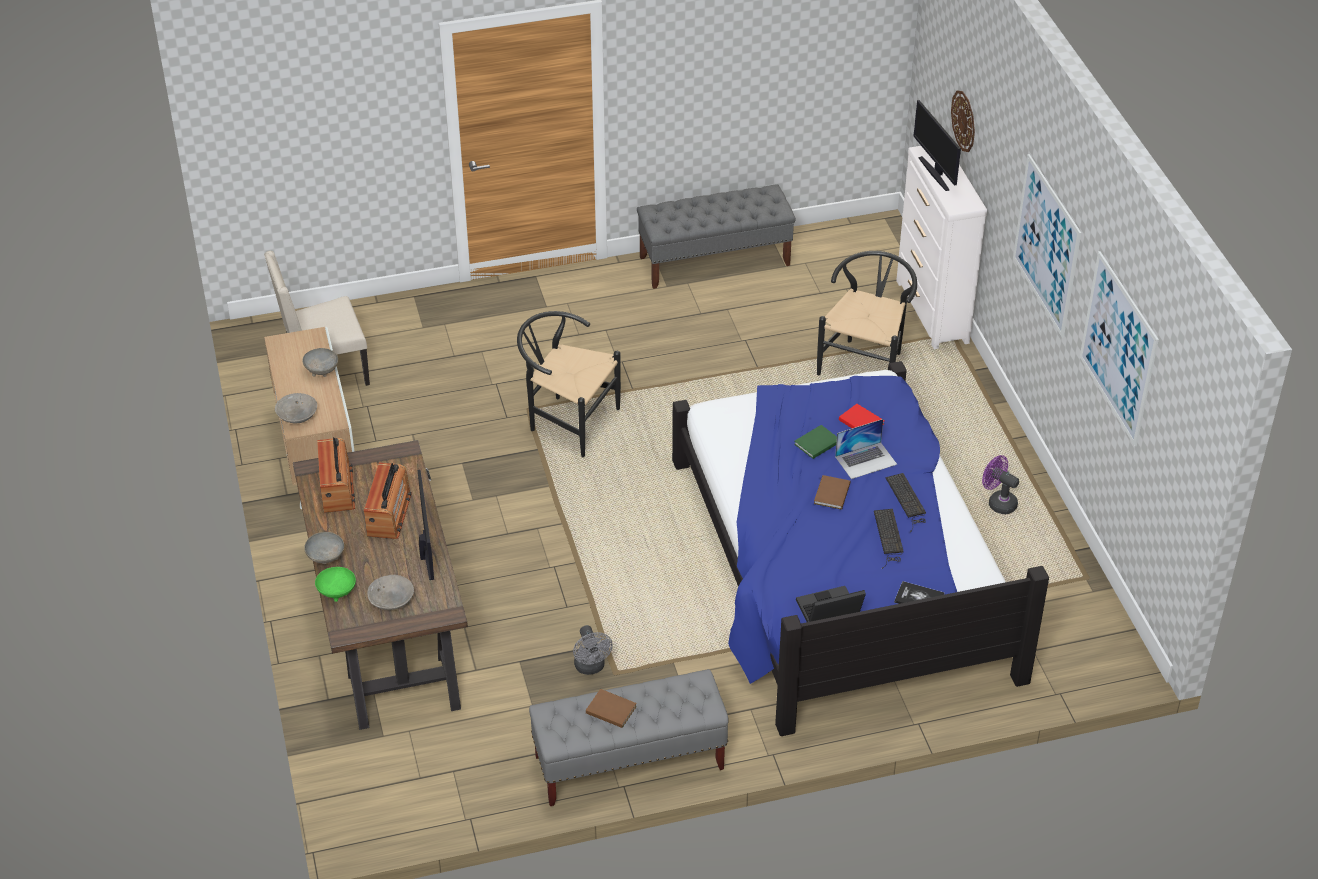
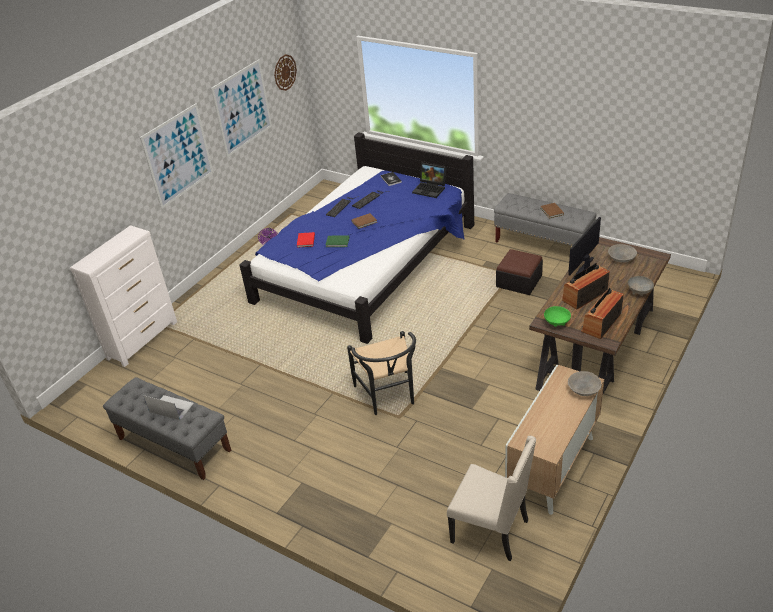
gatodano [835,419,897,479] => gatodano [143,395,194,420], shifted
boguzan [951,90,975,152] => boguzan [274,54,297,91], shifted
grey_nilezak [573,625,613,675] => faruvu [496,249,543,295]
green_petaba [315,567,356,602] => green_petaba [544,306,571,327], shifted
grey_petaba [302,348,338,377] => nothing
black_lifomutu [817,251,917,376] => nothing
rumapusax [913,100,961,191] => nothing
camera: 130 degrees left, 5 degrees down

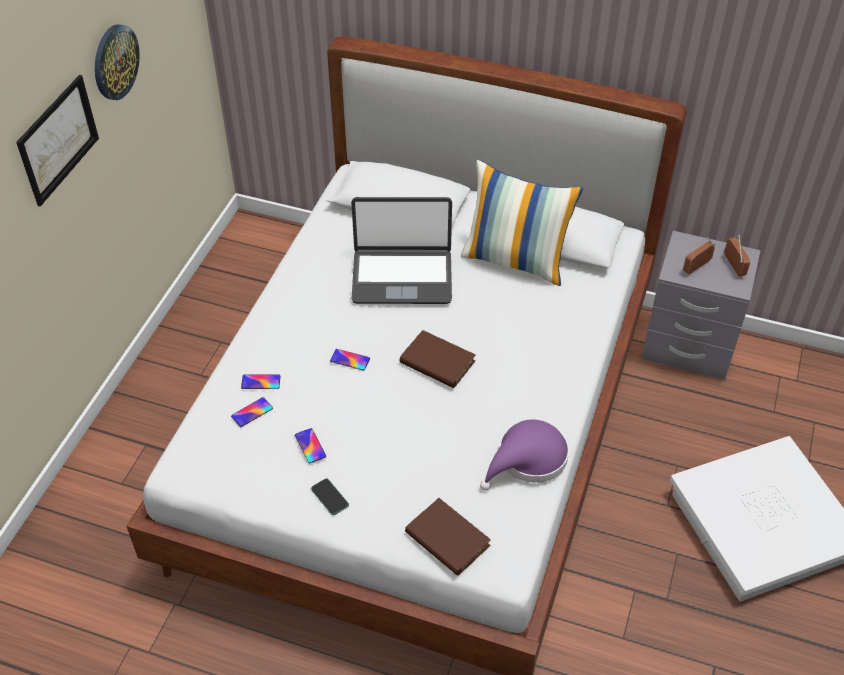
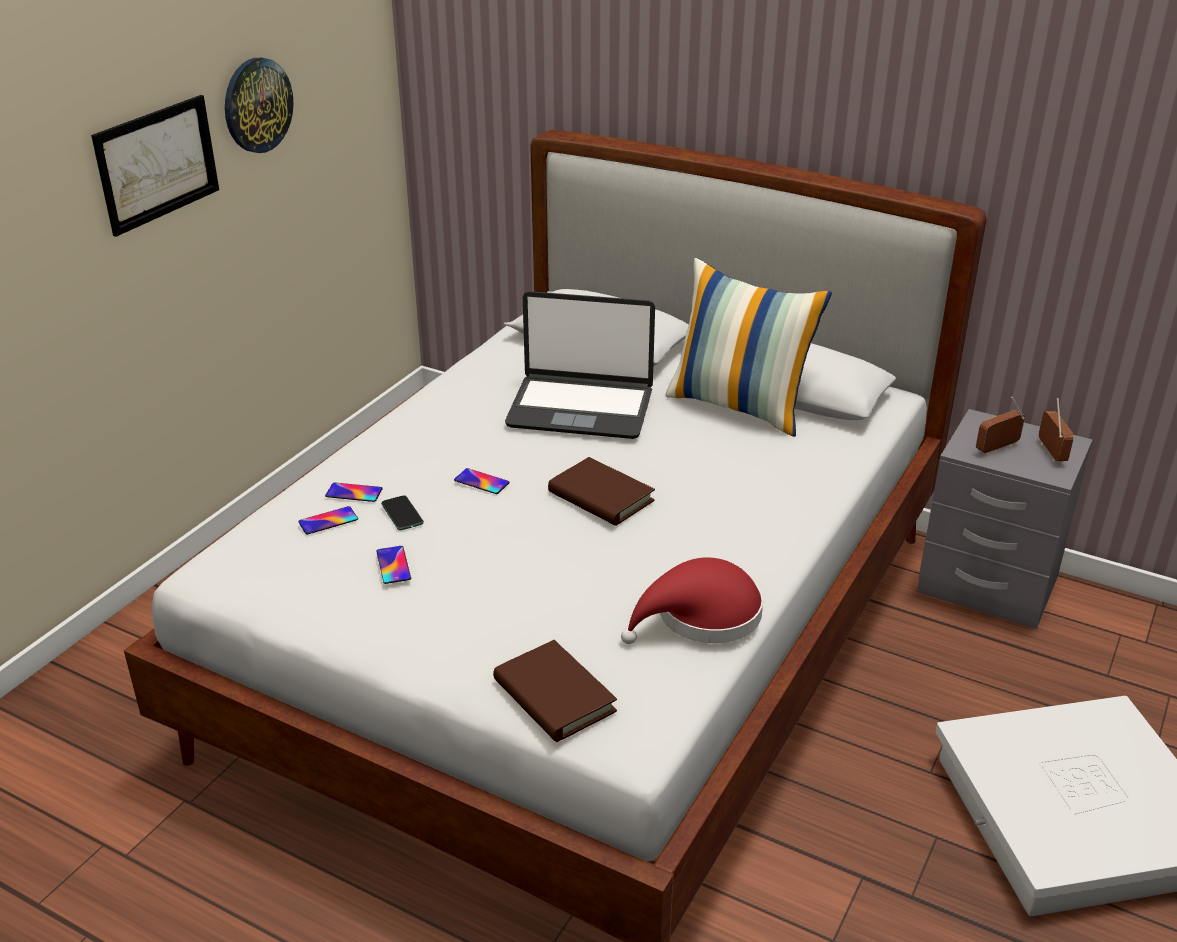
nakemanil [311,479,349,515] => nakemanil [381,495,424,530], shifted
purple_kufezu [480,419,569,491] => red_kufezu [621,557,763,644]
camera: 10 degrees right, 15 degrees down

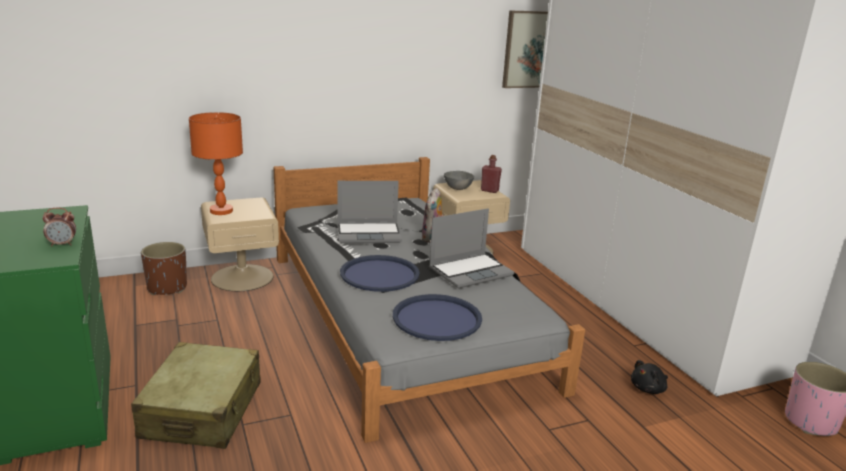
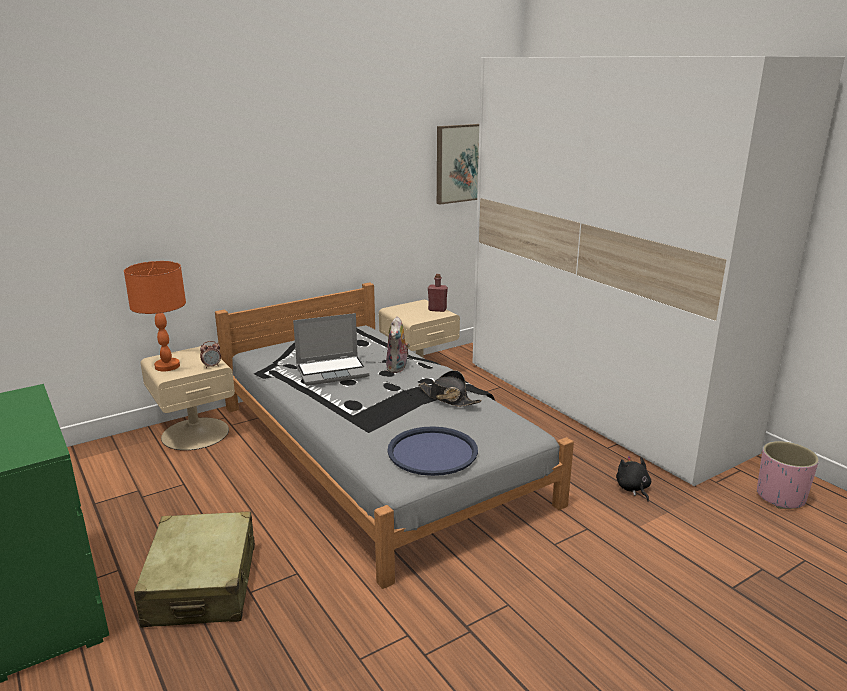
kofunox [42,208,76,246] => kofunox [200,341,221,368], shifted
gatodano [429,208,514,289] => black_kufezu [419,370,482,407]
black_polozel [631,360,668,394] => black_polozel [616,456,651,502], 120 degrees clockwise
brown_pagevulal [141,242,187,295] => nothing
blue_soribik [340,255,420,292] => nothing
grey_petaba [444,171,474,190] => nothing
camera: 10 degrees left, 0 degrees up

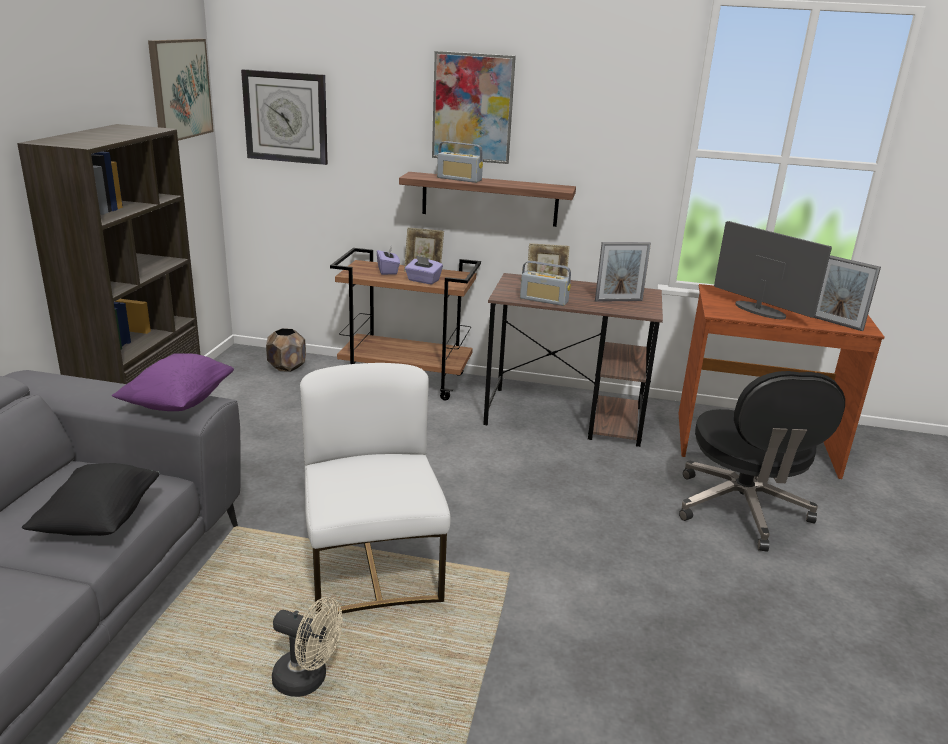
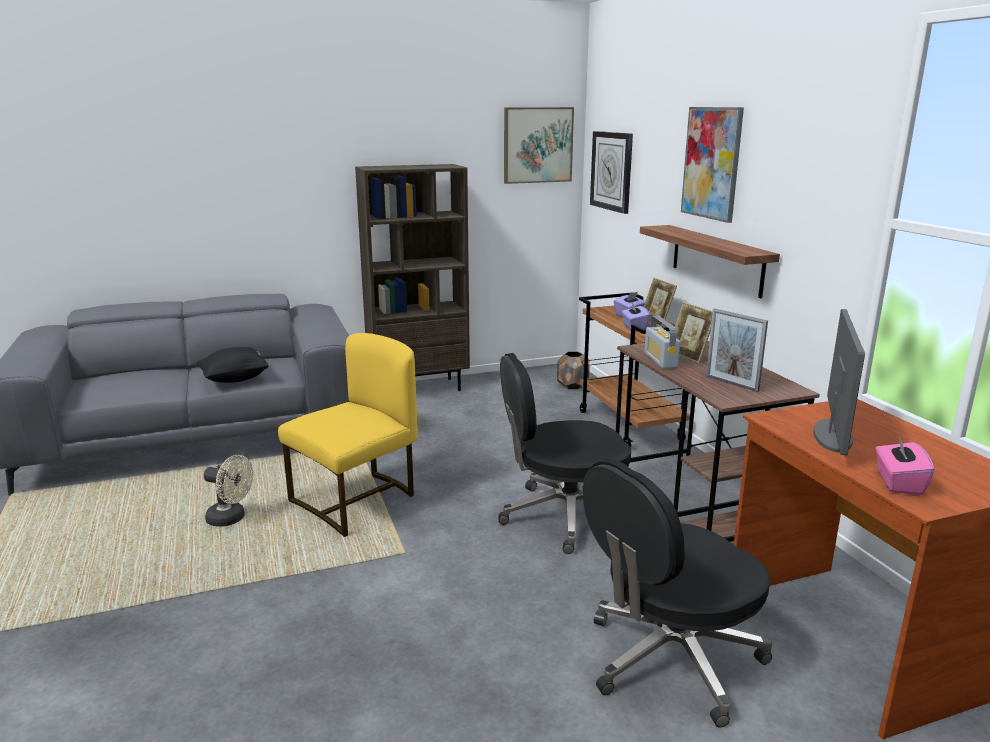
beige_nilezak [272,597,343,697] => beige_nilezak [204,455,253,527], 60 degrees counterclockwise
white_lifomutu [300,363,451,614] => yellow_lifomutu [278,333,418,537]
nothing => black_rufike [498,353,631,554]
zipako [813,255,881,331] => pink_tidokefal [875,436,934,495]
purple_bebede [112,353,234,411] => nothing
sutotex [437,141,483,183] => nothing
camera: 60 degrees right, 5 degrees down

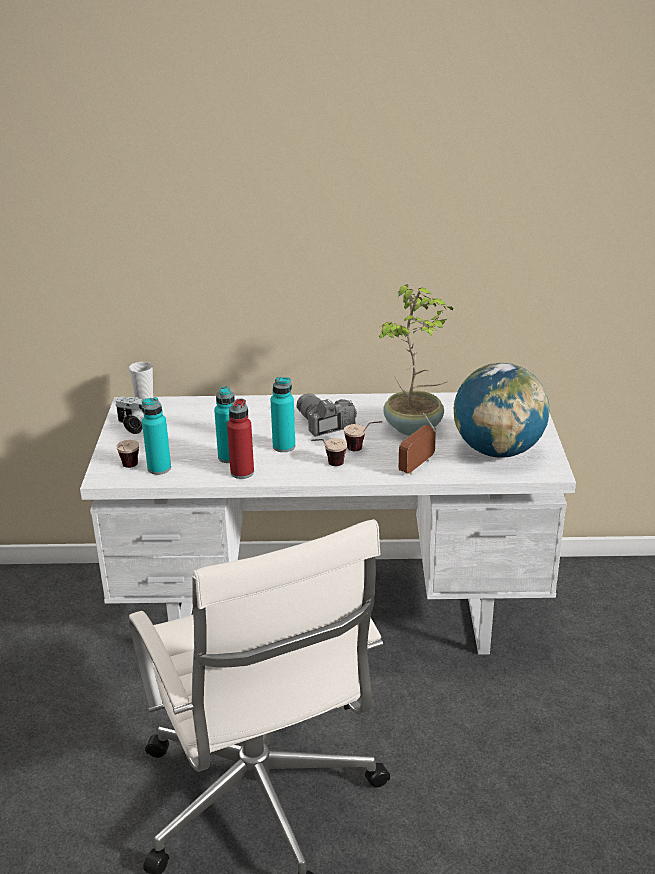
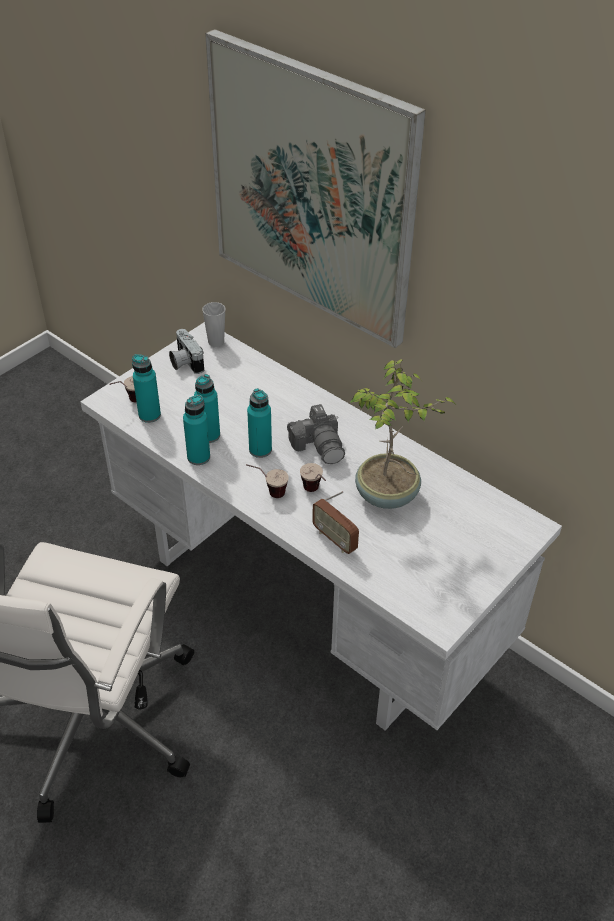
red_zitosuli [227,398,254,479] => turquoise_zitosuli [183,395,210,465]
nothing => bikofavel [205,29,426,348]
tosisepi [297,393,357,437] => tosisepi [287,404,345,464], 150 degrees clockwise
sutotex [399,413,436,475] => sutotex [312,491,359,554], 120 degrees counterclockwise
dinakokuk [454,363,549,458] => nothing
camera: 40 degrees right, 15 degrees up

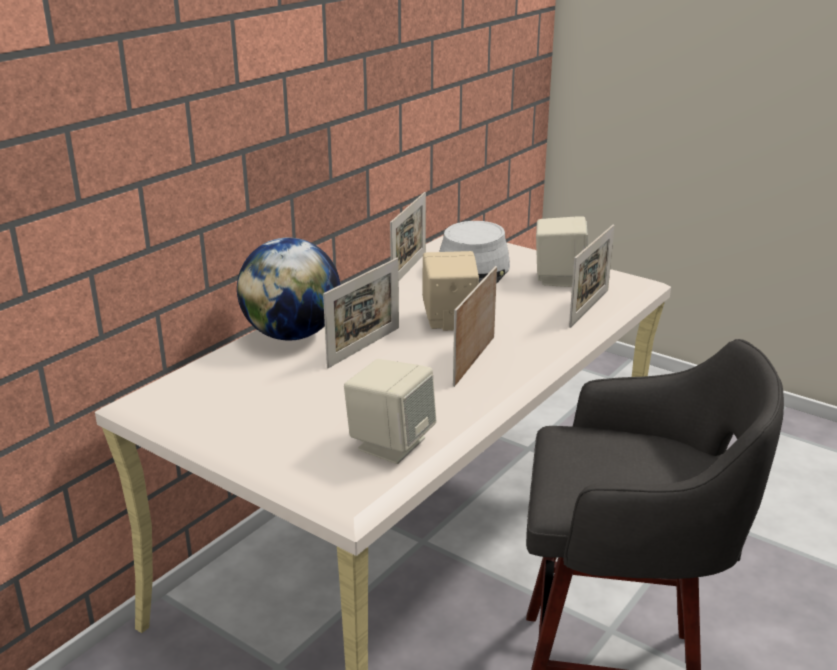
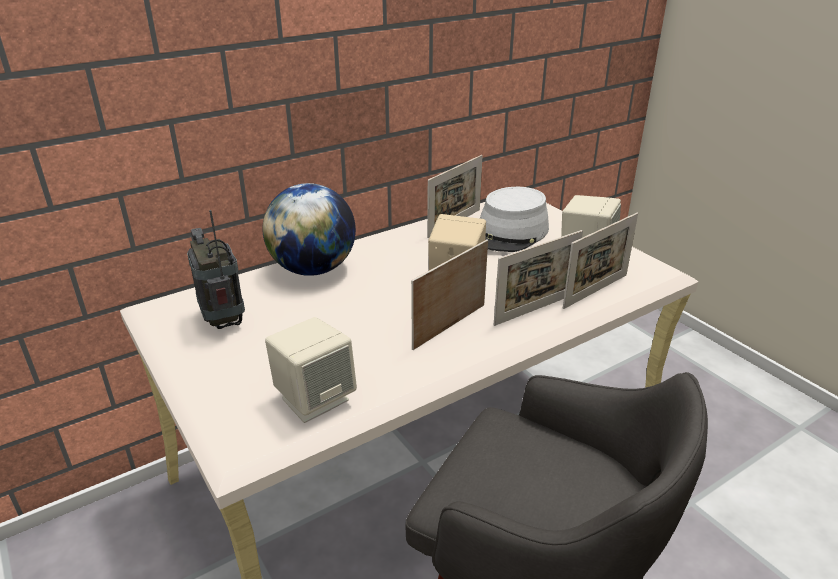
nothing => sutotex [187,210,245,329]
zipako [323,258,399,368] => zipako [494,230,583,326], shifted
camera: 20 degrees right, 5 degrees up

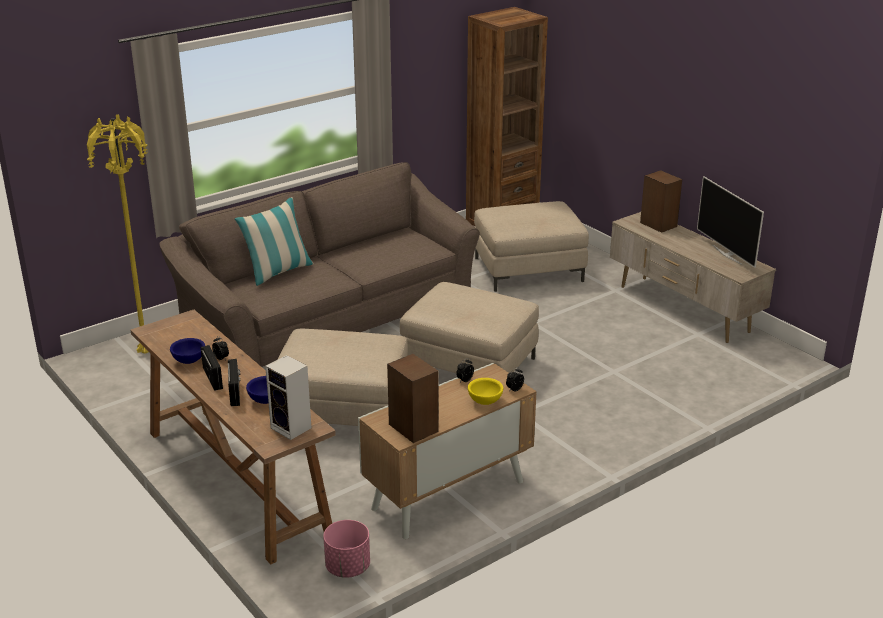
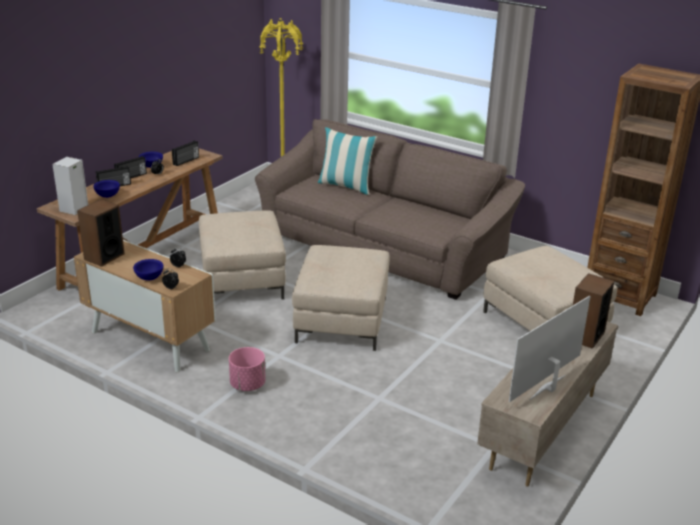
yellow_petaba [468,378,503,405] => blue_petaba [133,259,163,281]
nothing => sutotex [172,141,199,166]
pink_pagevulal [323,520,370,578] => pink_pagevulal [229,347,266,391], shifted
camera: 70 degrees right, 0 degrees up

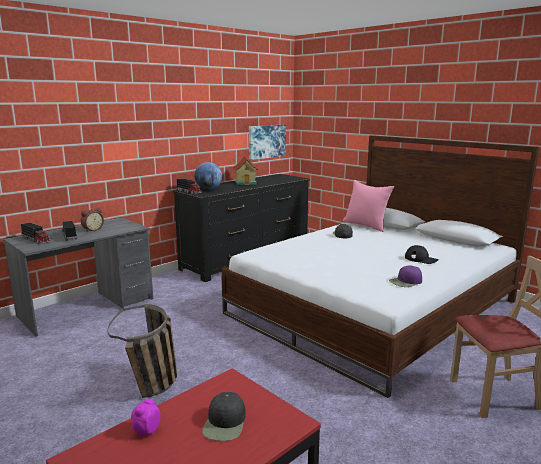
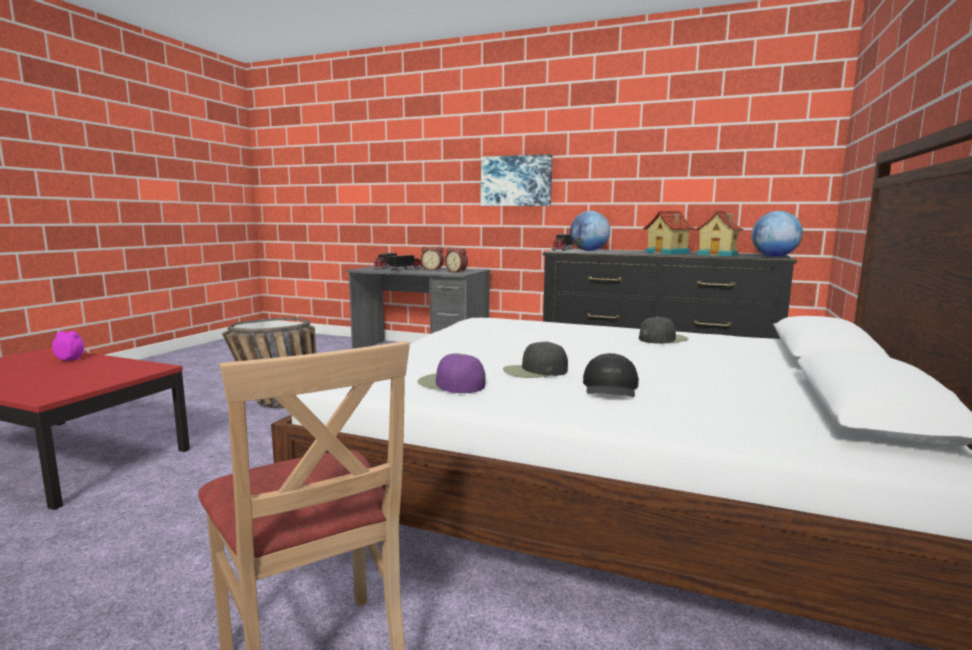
nothing => kofunox [445,247,468,273]
bikofavel [249,124,286,160] => bikofavel [481,154,552,206], shifted
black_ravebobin [202,392,246,441] => black_ravebobin [503,341,568,378], shifted
nothing => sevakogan [695,211,743,256]
nothing => dinakokuk [751,211,803,257]
pink_bebede [342,180,394,232] => nothing
camera: 65 degrees right, 5 degrees down

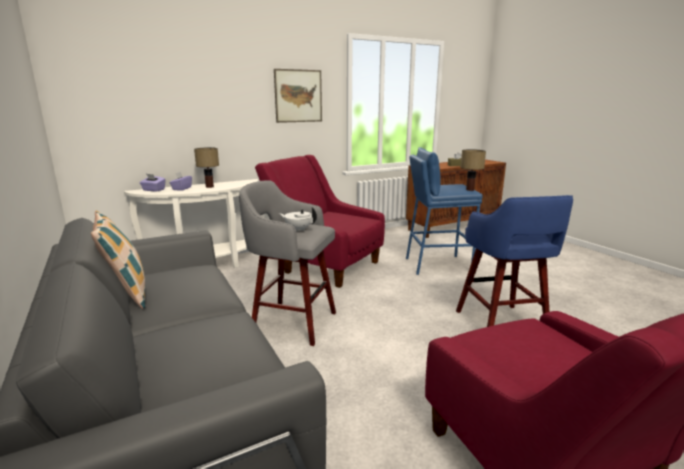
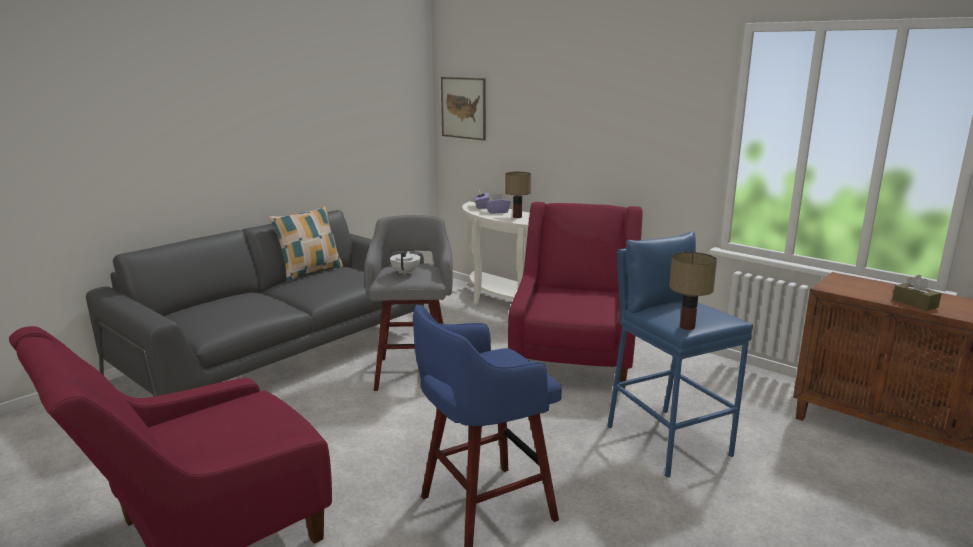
bikofavel [274,69,322,123] => bikofavel [441,77,486,141], shifted
camera: 70 degrees right, 0 degrees up

